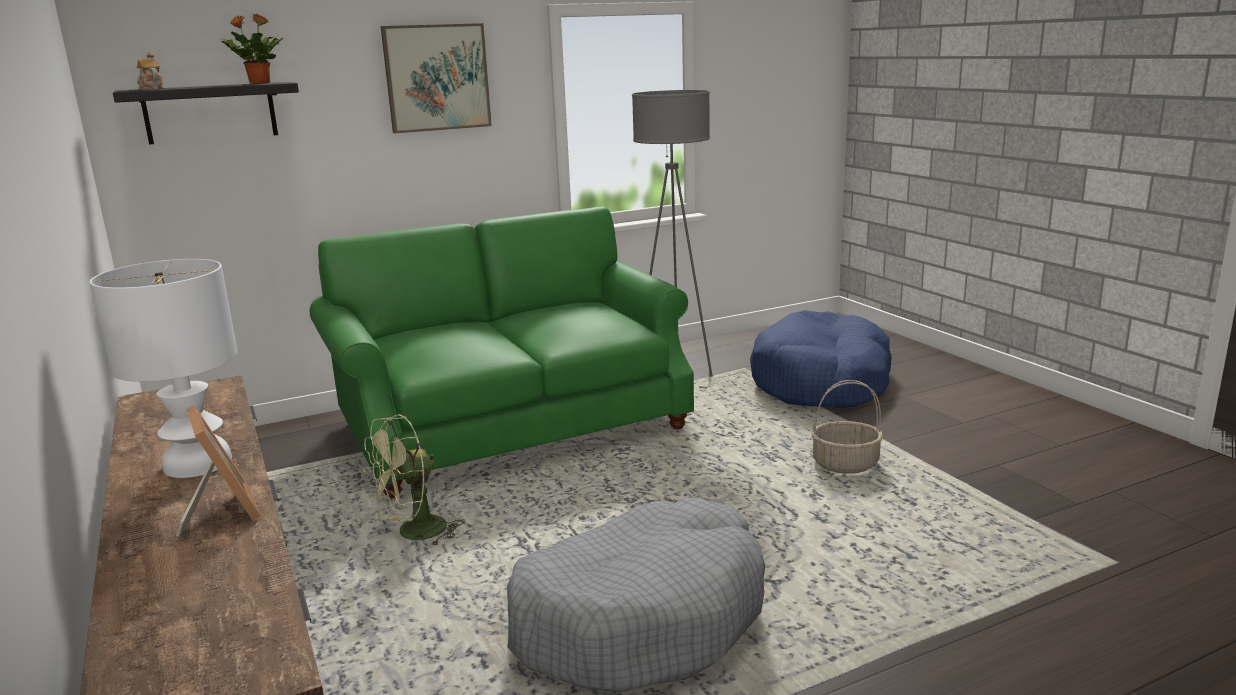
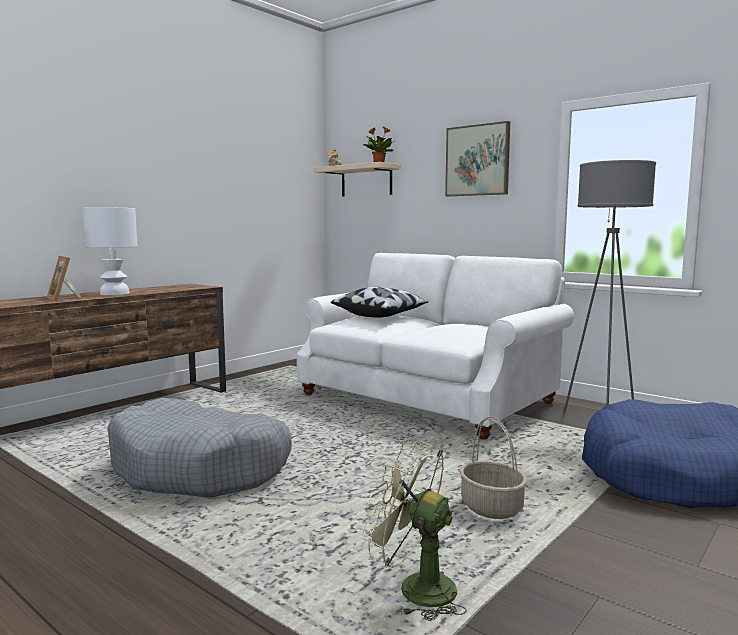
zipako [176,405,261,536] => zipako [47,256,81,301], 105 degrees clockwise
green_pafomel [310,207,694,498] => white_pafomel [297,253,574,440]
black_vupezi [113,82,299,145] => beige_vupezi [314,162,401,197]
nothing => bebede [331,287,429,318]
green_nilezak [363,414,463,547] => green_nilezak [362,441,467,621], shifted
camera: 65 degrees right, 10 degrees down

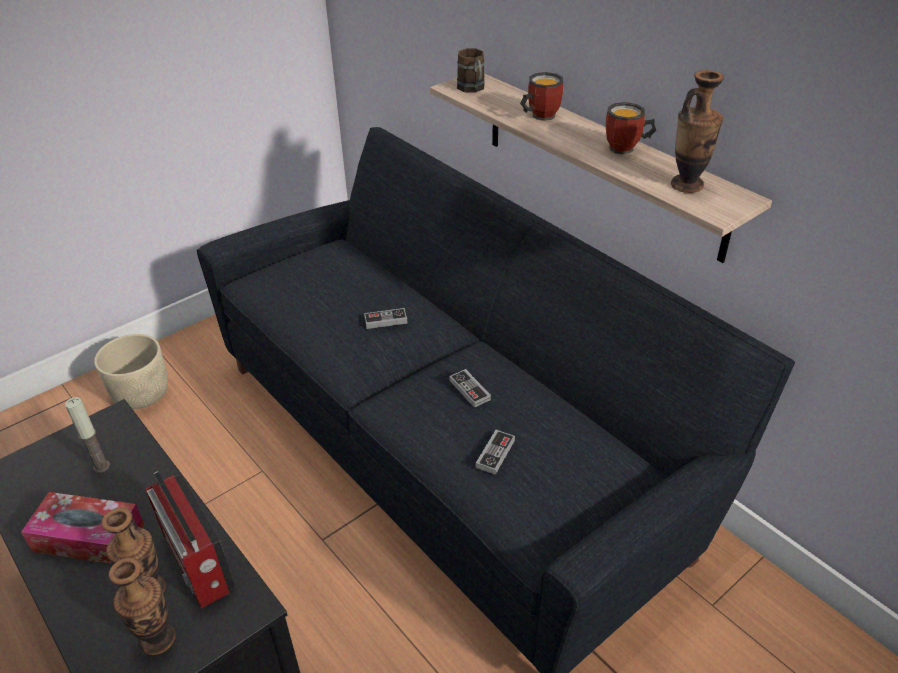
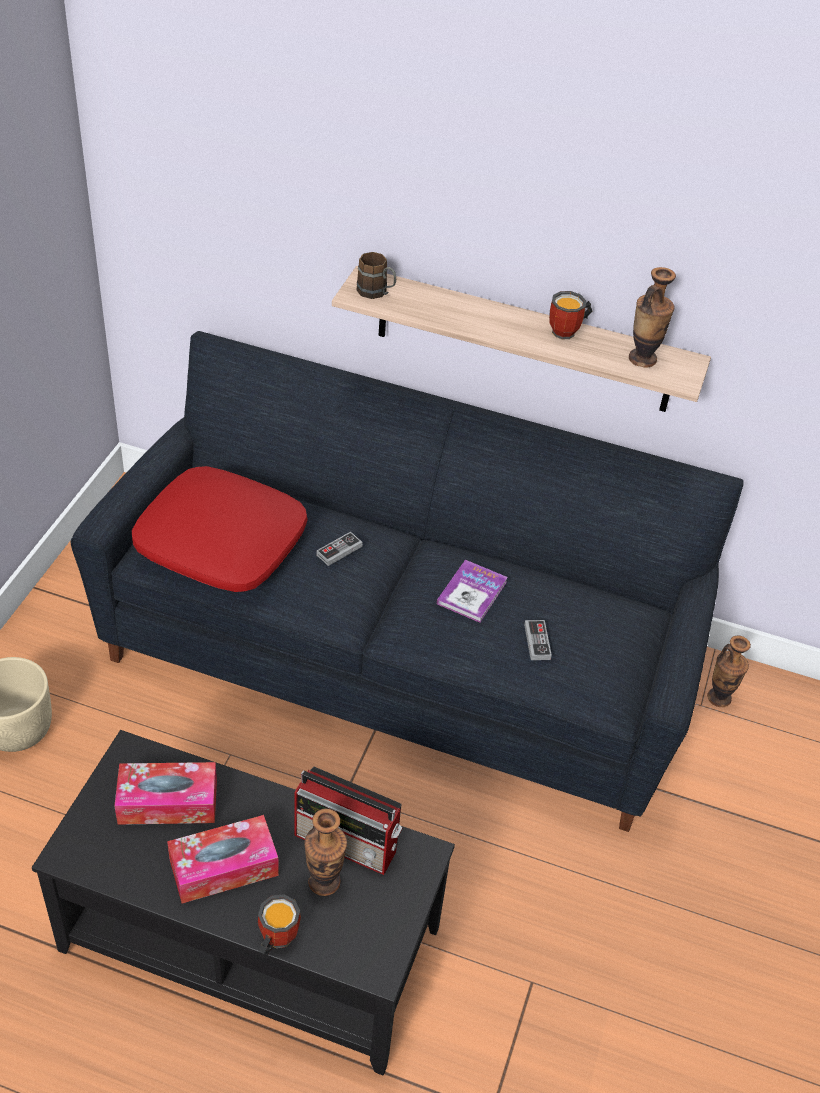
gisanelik [65,397,110,473] => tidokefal [114,762,217,825]
nothing => red_bebede [132,466,307,592]
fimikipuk [520,72,563,121] => fimikipuk [258,894,301,956], shifted
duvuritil [450,369,491,408] => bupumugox [437,560,508,623]
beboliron [108,557,176,655] => beboliron [707,635,751,707], shifted
camera: 35 degrees left, 5 degrees up

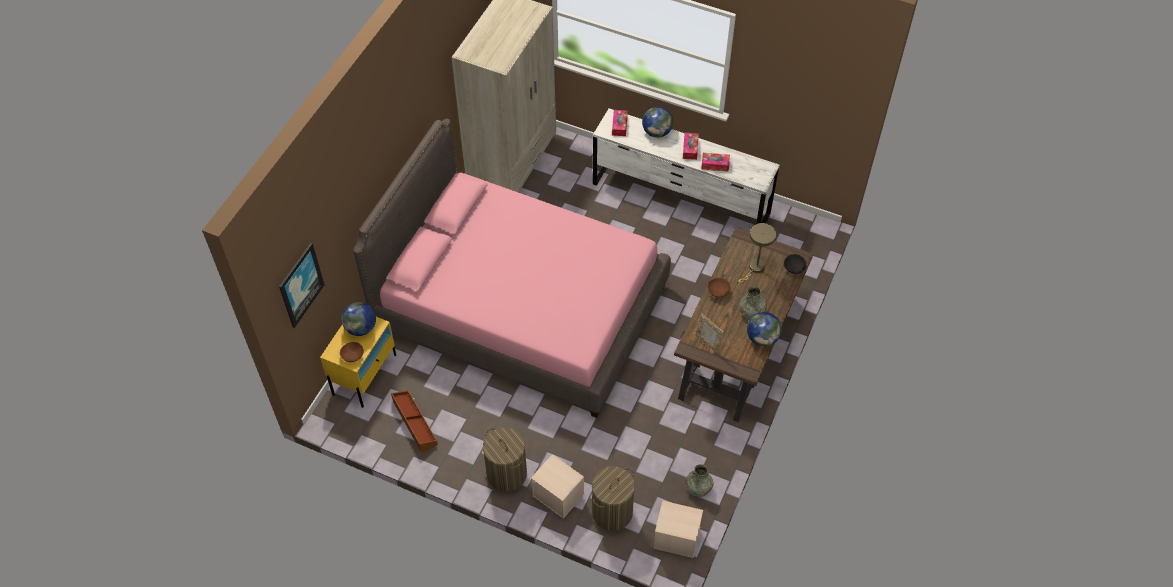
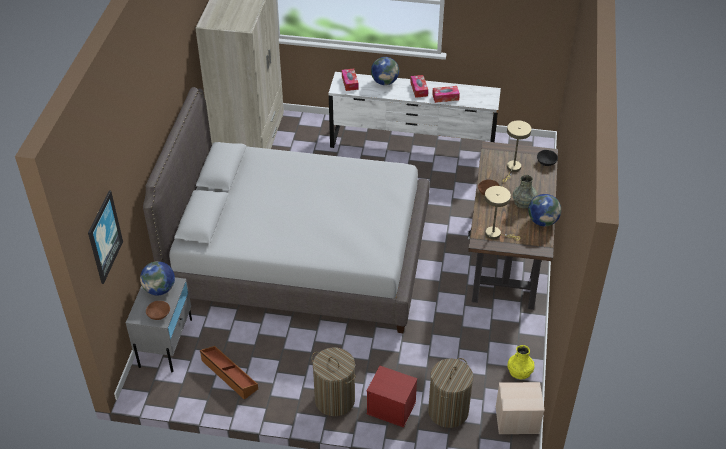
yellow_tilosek [320,317,396,408] => grey_tilosek [126,277,192,372]
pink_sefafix [353,119,671,418] => grey_sefafix [143,87,430,333]
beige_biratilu [531,454,584,519] => red_biratilu [366,366,417,428]
zipako [695,313,724,353] => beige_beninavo [485,186,520,241]
grey_beboliron [685,464,713,497] => yellow_beboliron [507,345,535,379]
camera: 15 degrees left, 10 degrees down

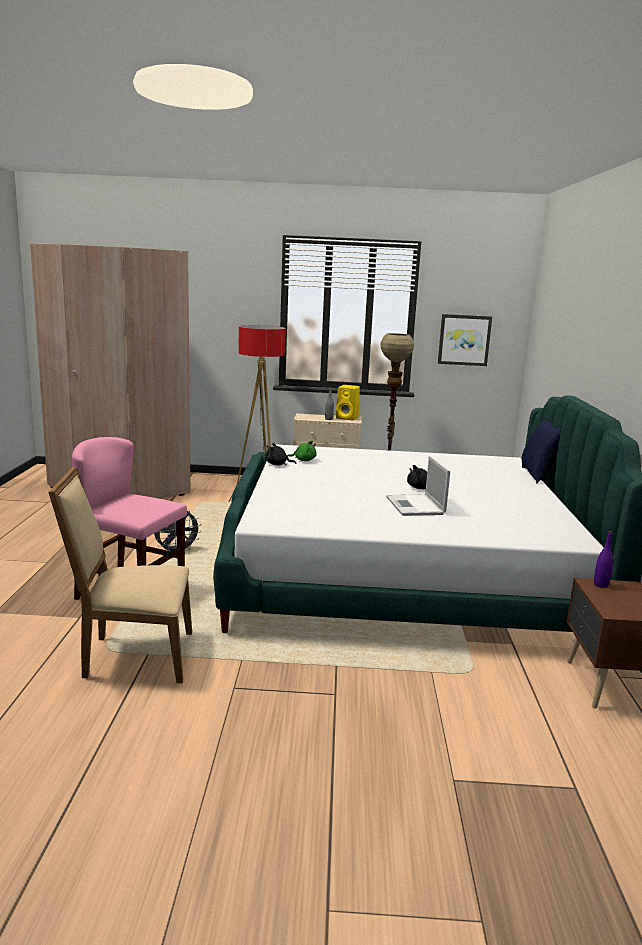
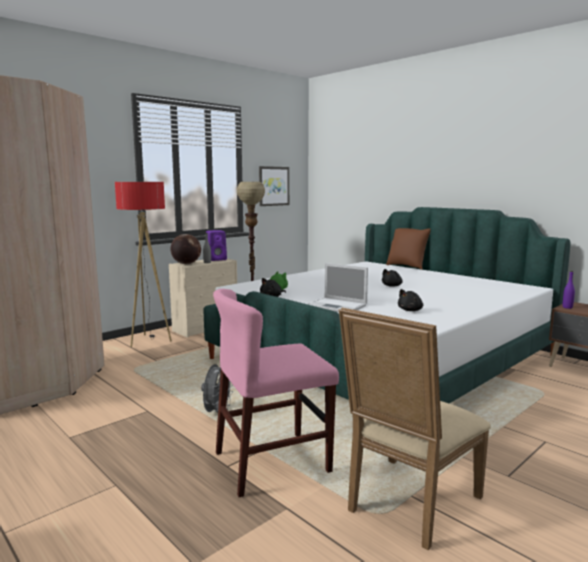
nothing => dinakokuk [171,234,201,264]
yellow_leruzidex [336,385,360,420] => purple_leruzidex [206,230,227,261]
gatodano [386,456,450,516] => gatodano [308,263,368,312], shifted
blue_bebede [522,421,561,483] => brown_bebede [386,228,431,270]
nothing => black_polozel [398,289,423,311]
camera: 45 degrees left, 5 degrees down

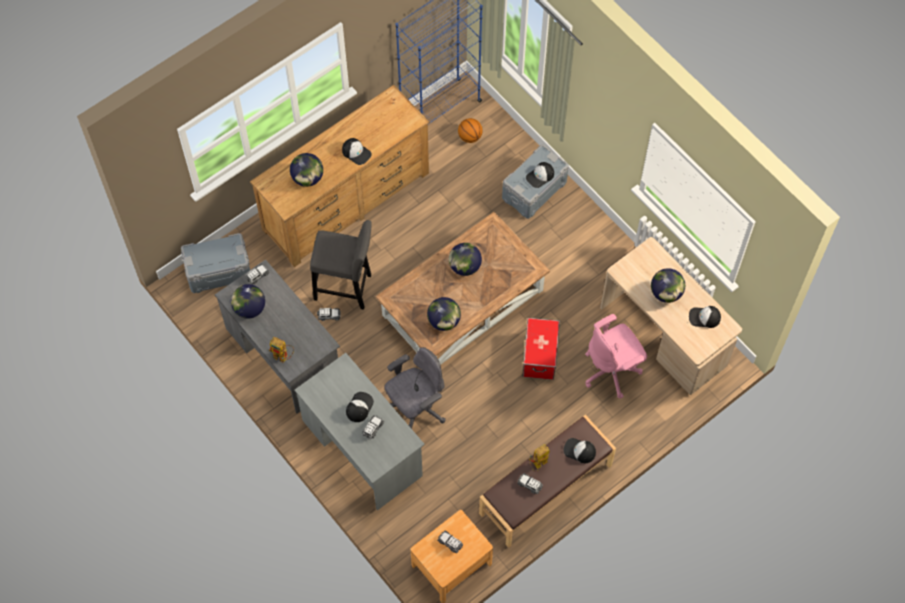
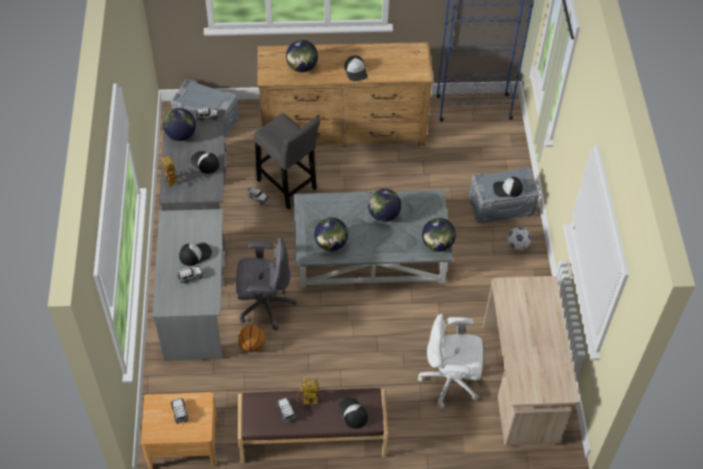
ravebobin [689,306,721,328] => ravebobin [190,151,219,174], shifted
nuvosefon [458,118,483,143] => nuvosefon [238,325,265,352], shifted
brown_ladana [376,212,550,365] => grey_ladana [294,190,453,288]
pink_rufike [585,314,647,398] => white_rufike [418,314,483,408]
dinakokuk [651,268,685,303] => dinakokuk [422,218,456,252], shifted
nothing => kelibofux [507,227,531,250]
biratilu [523,318,560,380] => nothing
camera: 35 degrees right, 10 degrees down

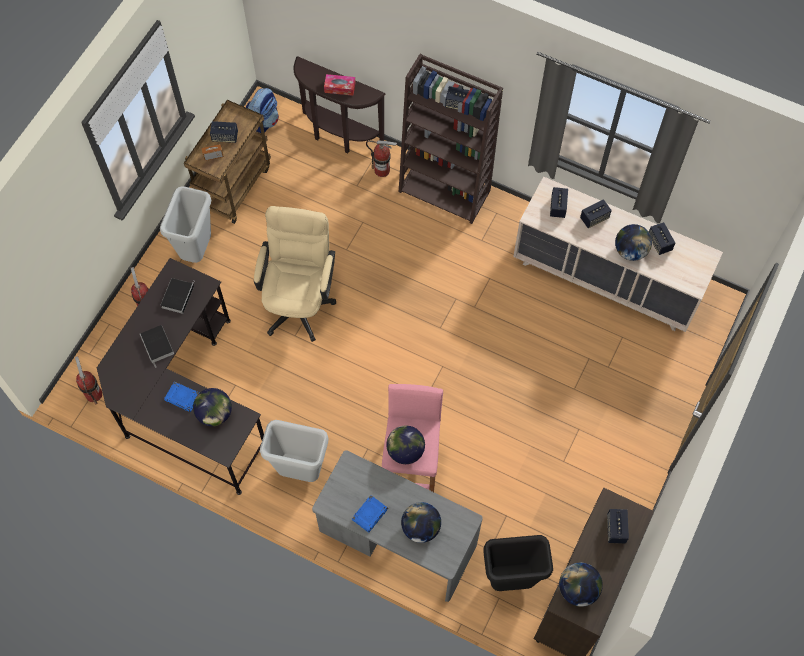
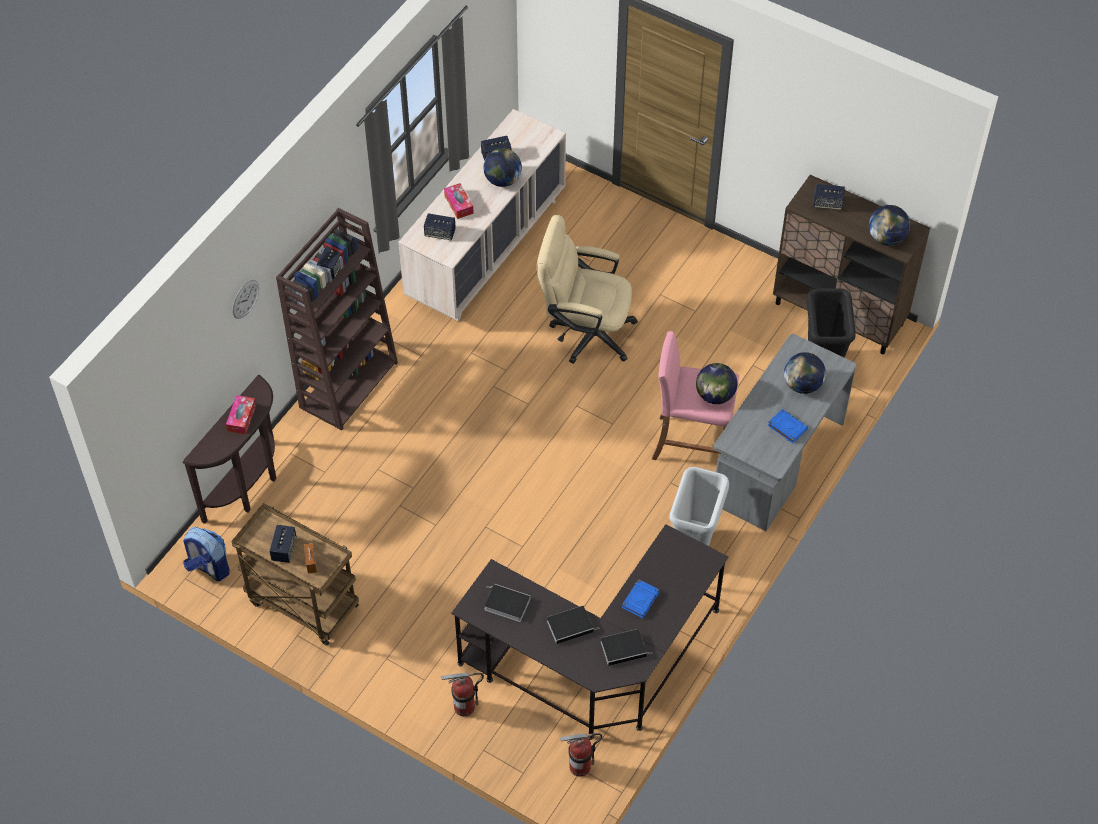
nothing => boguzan [232,280,259,319]
leruzidex [580,199,612,229] => tidokefal [444,183,474,219]
beige_rufike [254,206,336,342] => beige_rufike [537,215,638,364], shifted
nothing => bupumugox [601,629,653,666]
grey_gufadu [160,186,211,263] => nothing
dinakokuk [193,388,232,426] => nothing
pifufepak [366,140,397,177] => nothing
camera: 85 degrees left, 10 degrees down

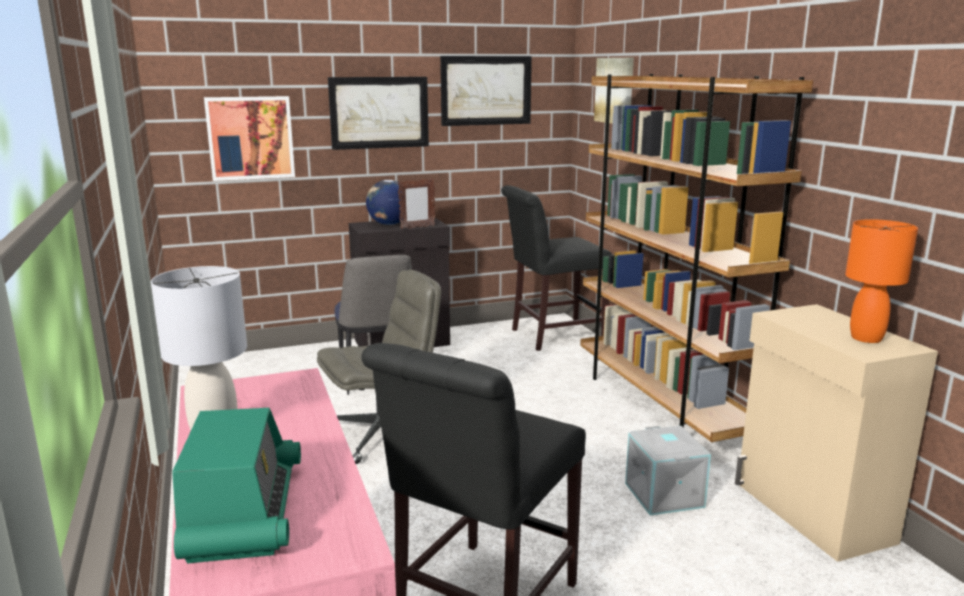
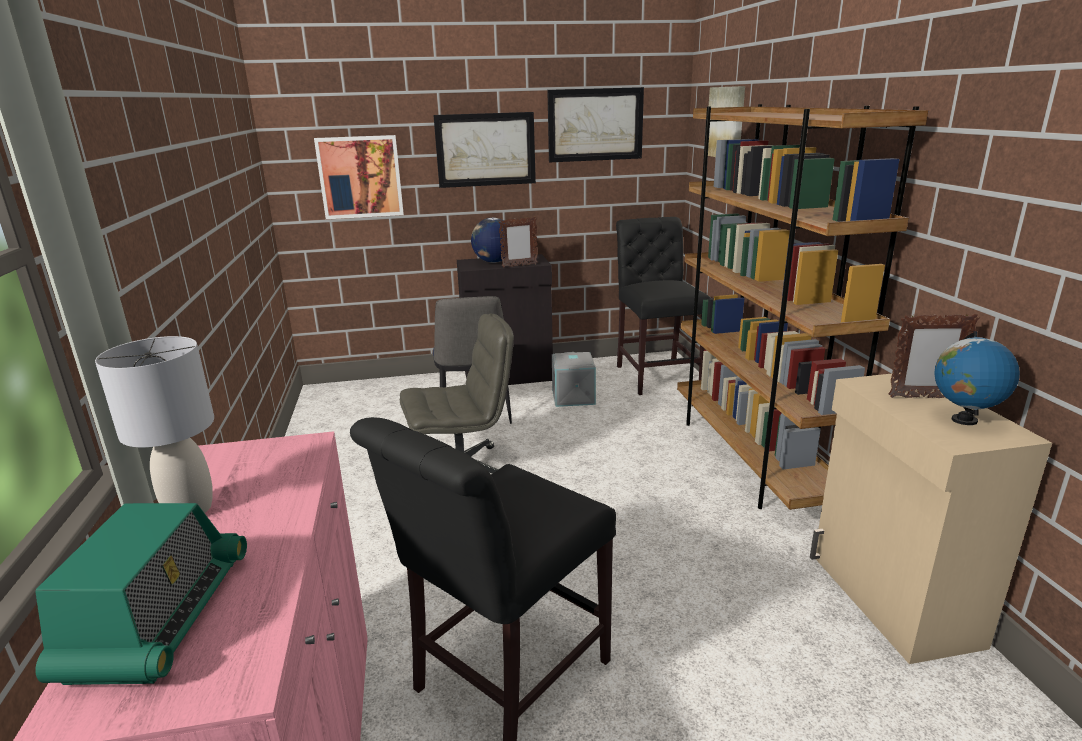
grey_biratilu [625,426,711,515] => grey_biratilu [552,352,596,407], shifted
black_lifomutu [501,185,612,351] => black_lifomutu [616,217,710,395], 90 degrees clockwise
nothing => zipako [888,313,980,398]
orange_beninavo [845,219,918,343] => dinakokuk [934,331,1020,425]
camera: 10 degrees right, 5 degrees up

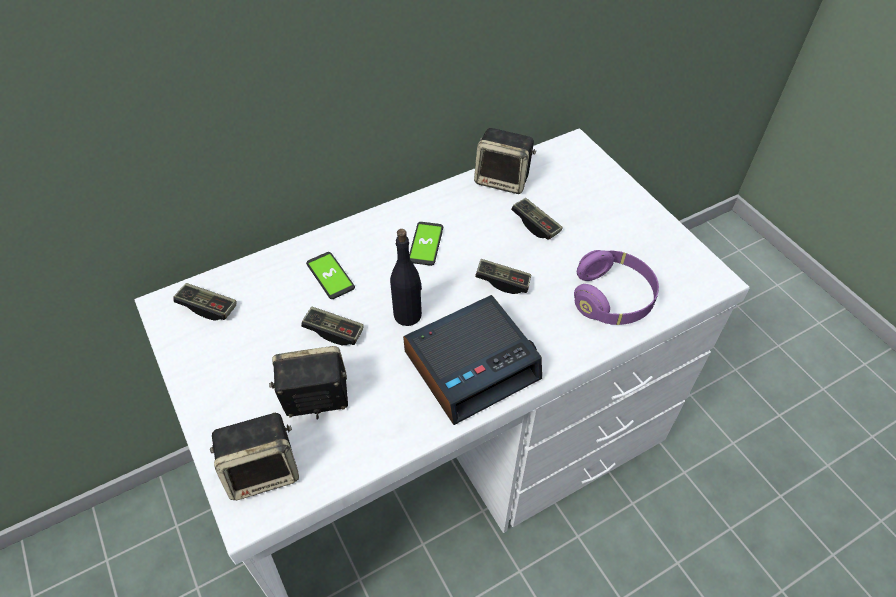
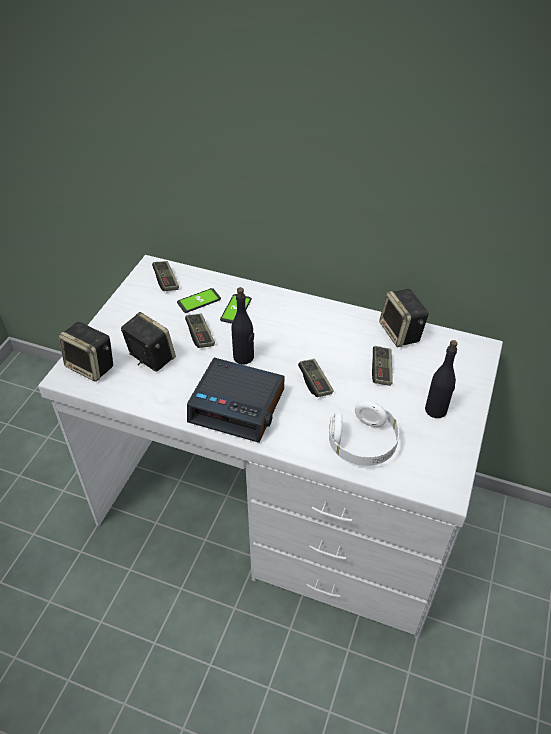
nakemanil [409,222,443,266] => nakemanil [177,288,221,313], shifted
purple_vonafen [574,250,659,325] => white_vonafen [329,401,399,466]
nothing => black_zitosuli [425,340,458,418]
camera: 50 degrees right, 5 degrees down

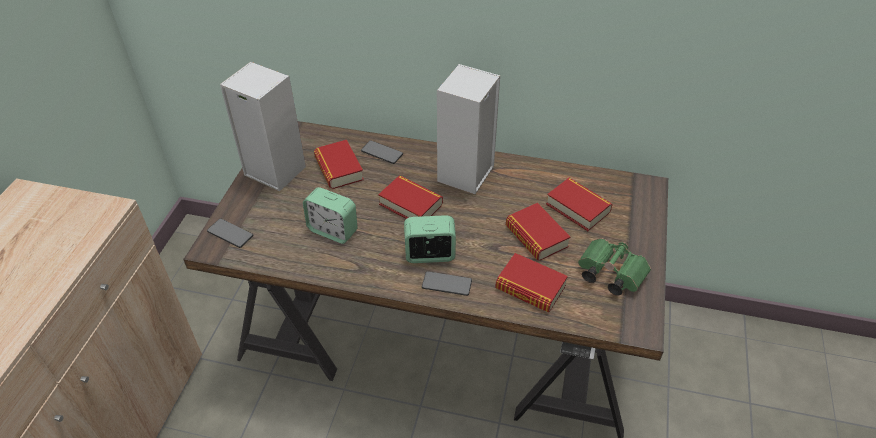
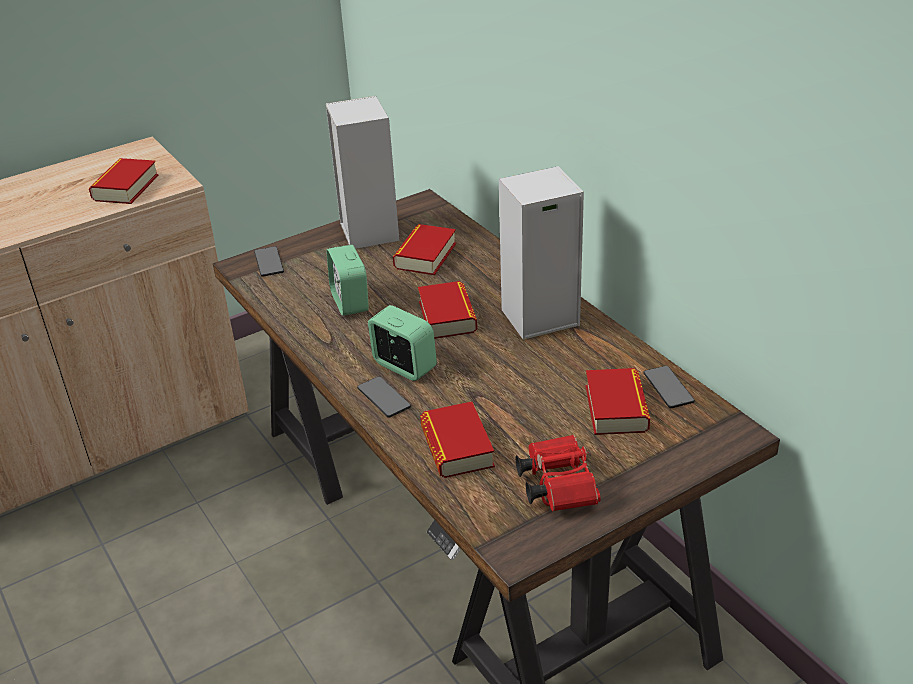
bupumugox [506,203,570,261] => bupumugox [89,158,159,204], shifted
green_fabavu [578,238,651,296] => red_fabavu [515,434,600,512]
nakemanil [361,140,403,164] => nakemanil [643,366,695,408], shifted
camera: 45 degrees right, 10 degrees down

